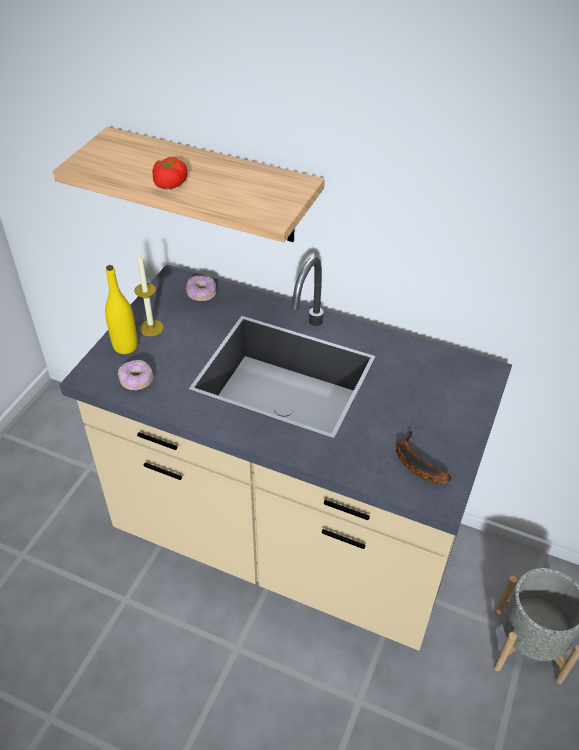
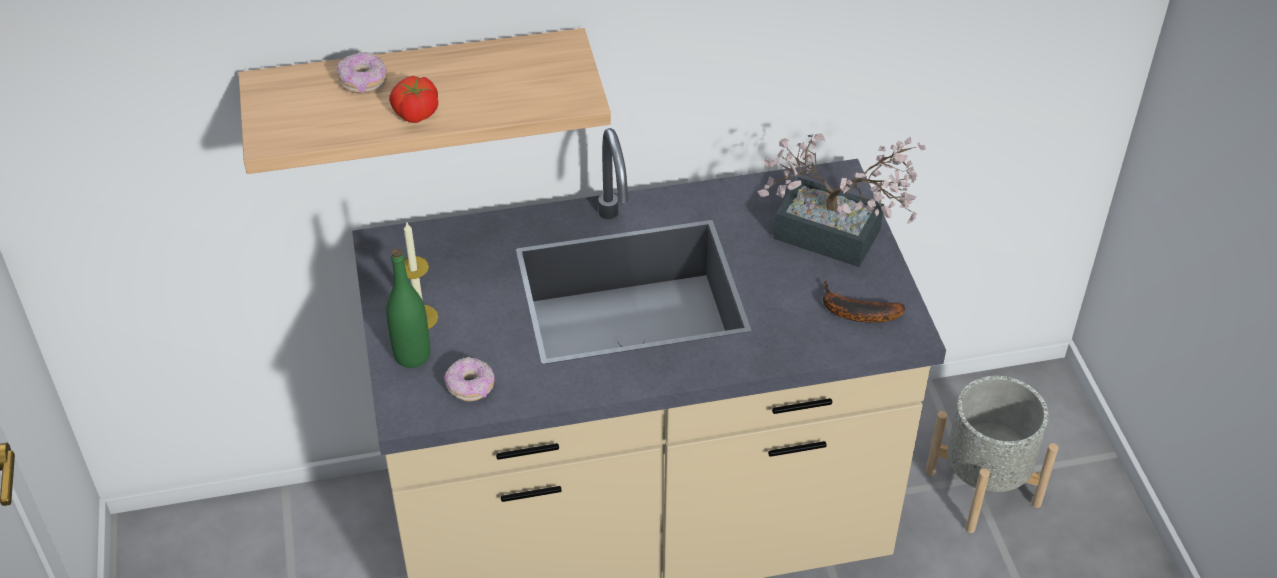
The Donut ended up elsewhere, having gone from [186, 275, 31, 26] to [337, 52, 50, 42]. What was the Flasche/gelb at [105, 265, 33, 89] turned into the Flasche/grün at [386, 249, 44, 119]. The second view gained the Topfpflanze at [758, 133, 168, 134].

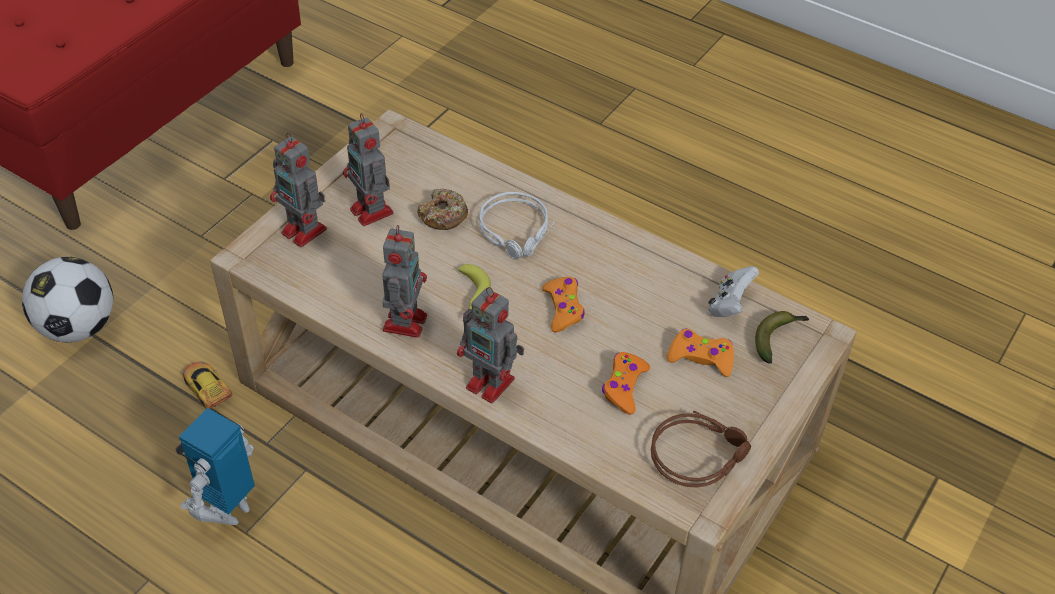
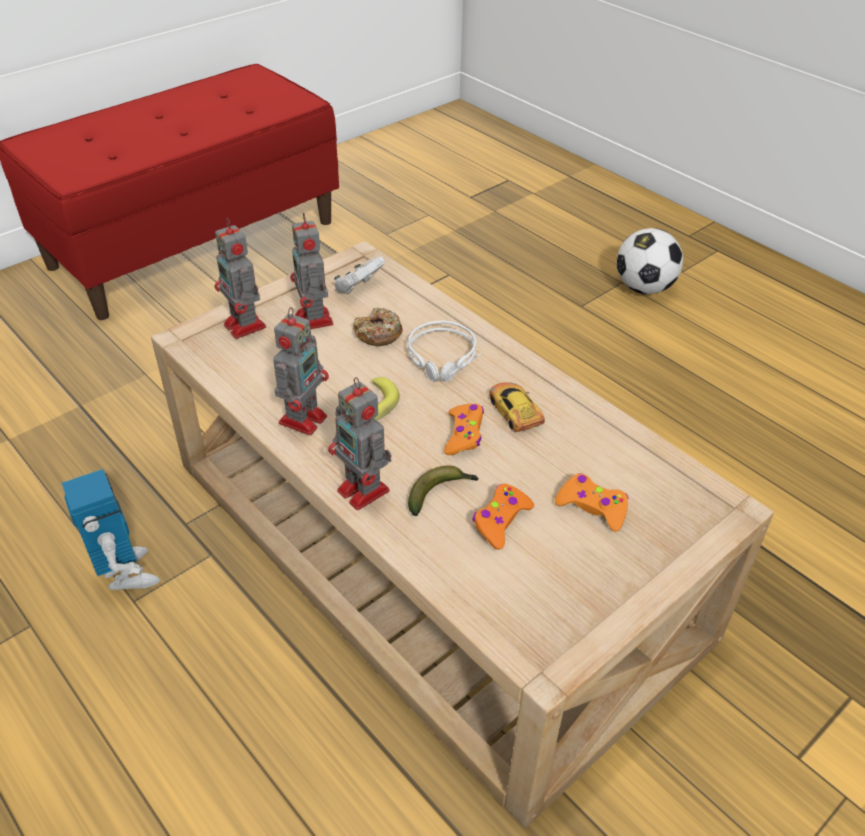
The Spielzeugroboter at [176, 408, 79, 117] ended up facing another way, 105 degrees clockwise from before. The Gamepad/weiß ended up elsewhere, having gone from [708, 266, 51, 51] to [334, 256, 51, 38]. The Banane ended up elsewhere, having gone from [755, 311, 54, 53] to [408, 466, 71, 50]. The Spielzeugauto ended up elsewhere, having gone from [183, 362, 49, 47] to [489, 382, 56, 50]. The Fußball ended up elsewhere, having gone from [22, 257, 92, 86] to [617, 228, 66, 66]. The second view lost the Kopfhörer/braun at [651, 411, 100, 76].

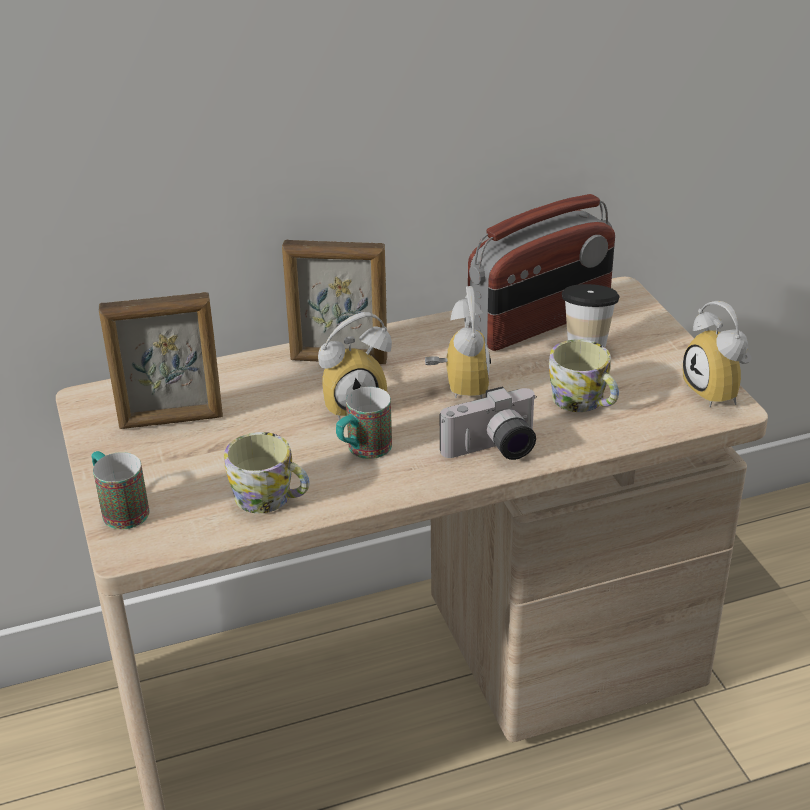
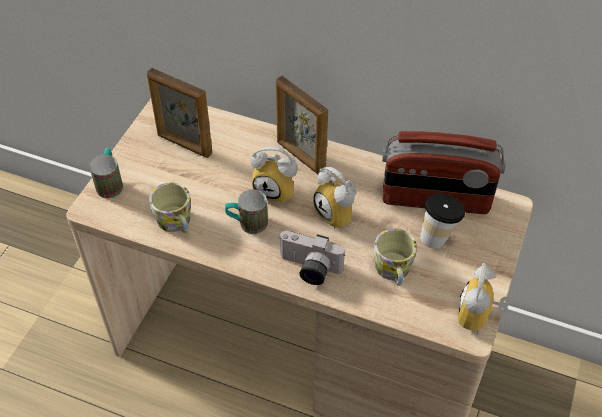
The Wecker at [425, 286, 66, 113] ended up facing another way, 105 degrees clockwise from before.

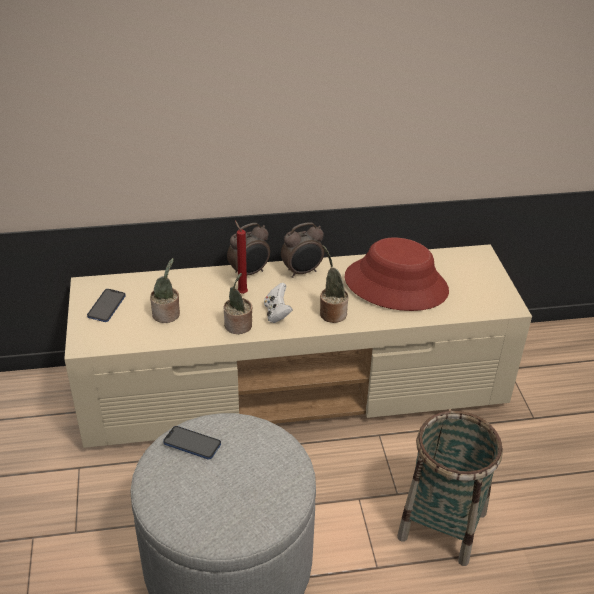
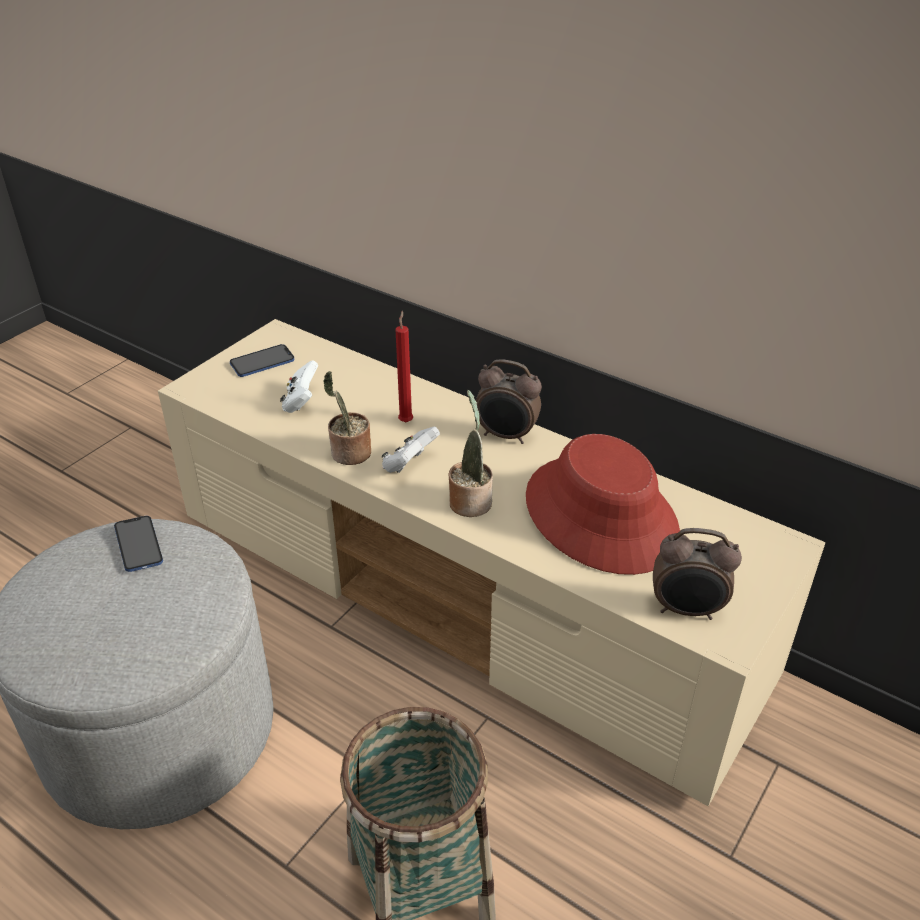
Where the Topfpflanze stood at [150, 258, 30, 65], the Gamepad/weiß came to stand at [280, 360, 38, 53]. The Wecker ended up elsewhere, having gone from [227, 223, 43, 52] to [653, 528, 89, 92].

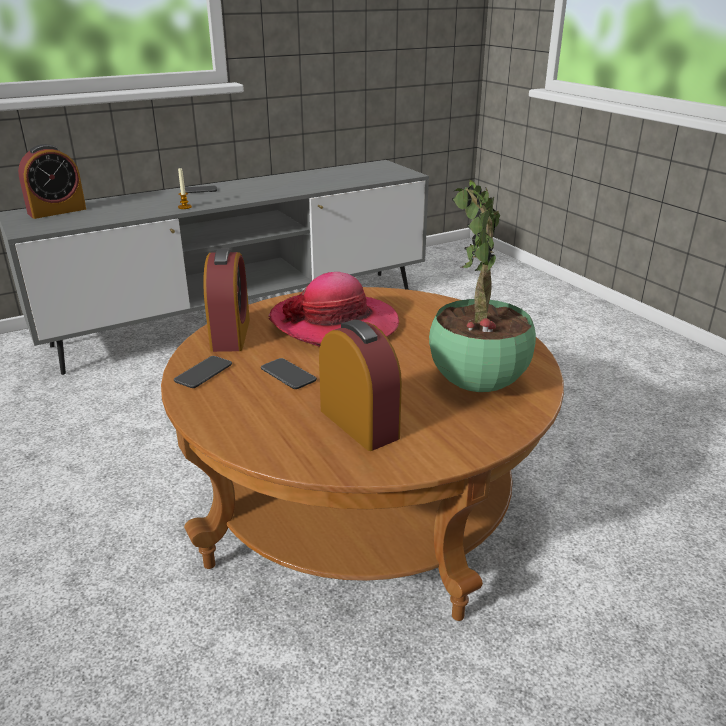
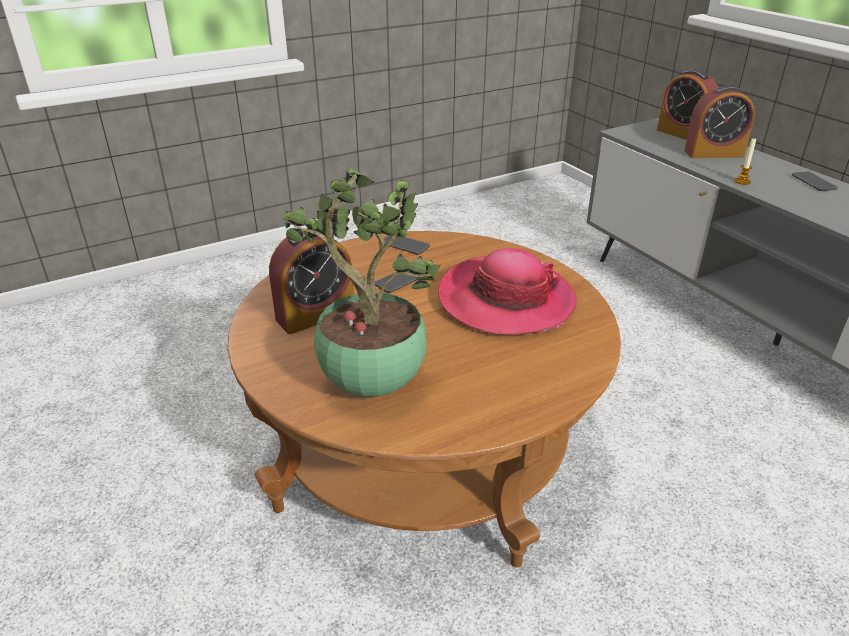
The Wecker ended up elsewhere, having gone from [203, 248, 47, 104] to [684, 85, 71, 73].

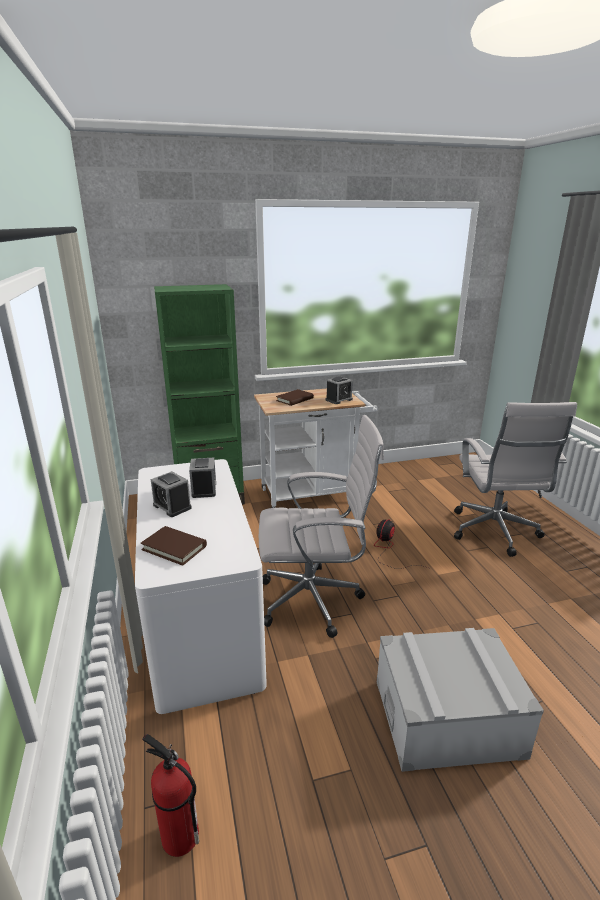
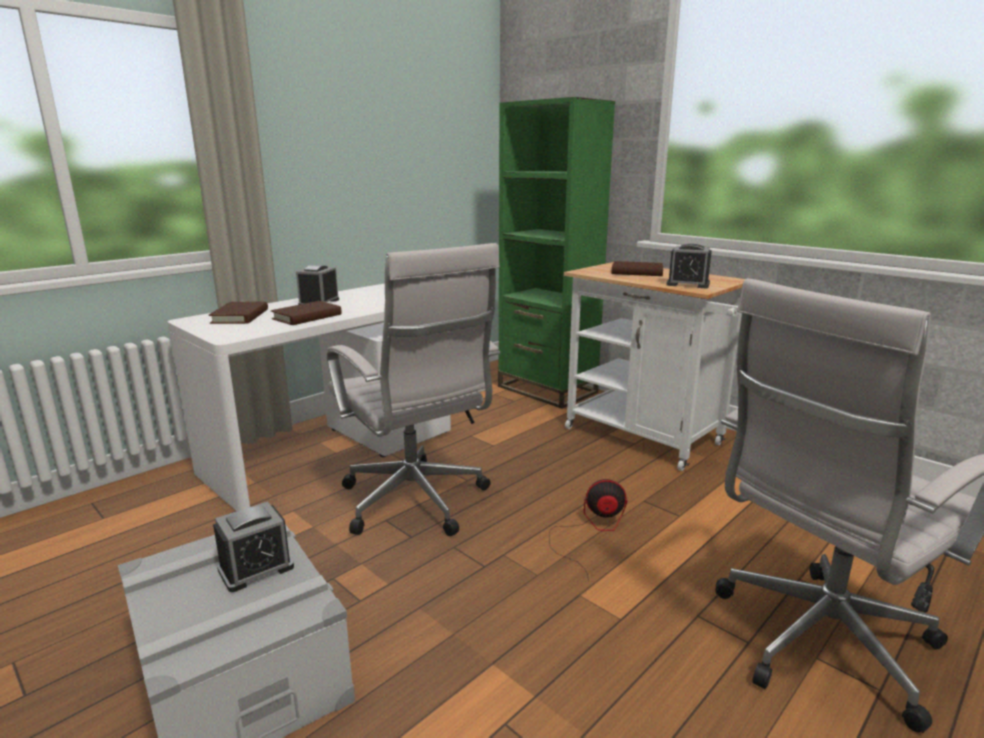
The Wecker ended up elsewhere, having gone from [189, 458, 27, 40] to [213, 501, 81, 91]. The second view gained the Buch/braun at [271, 301, 71, 24]. The second view lost the Feuerlöscher at [142, 734, 57, 123].

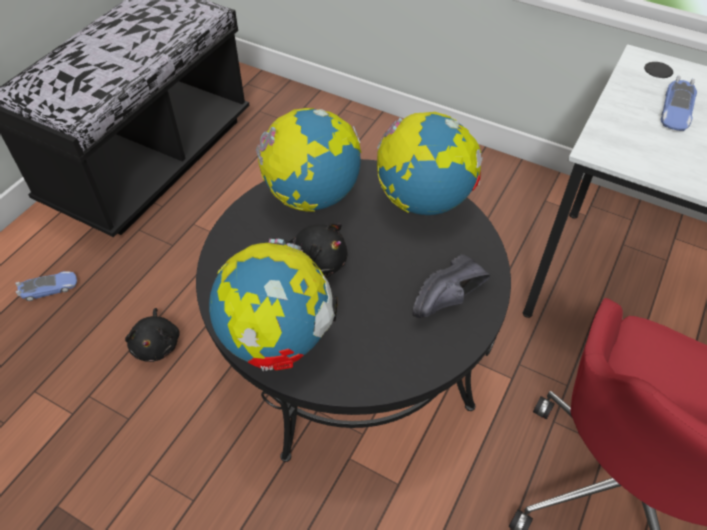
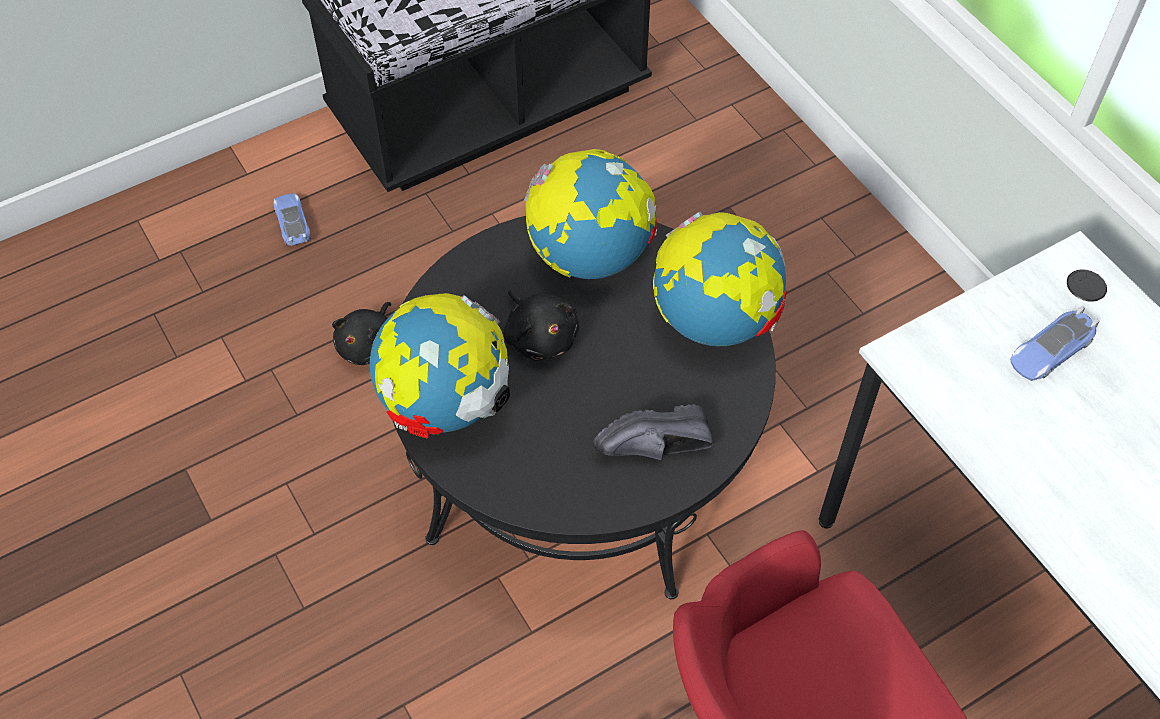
The Spielzeugauto at [16, 271, 61, 30] ended up facing another way, 120 degrees counterclockwise from before.

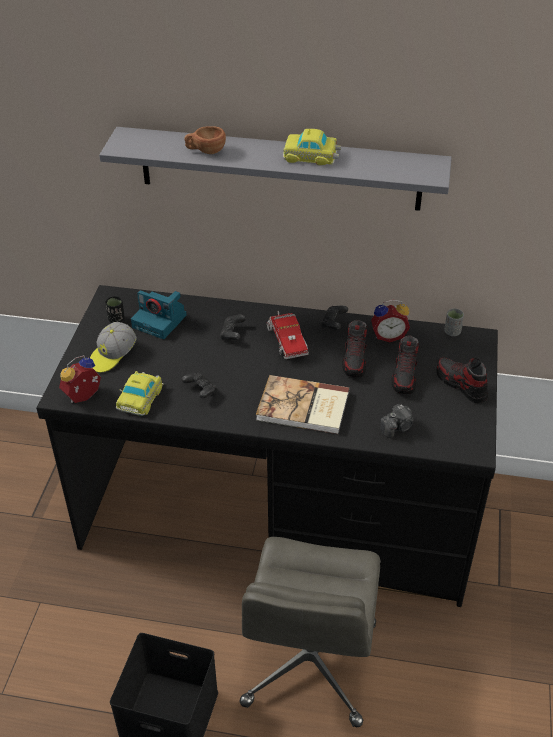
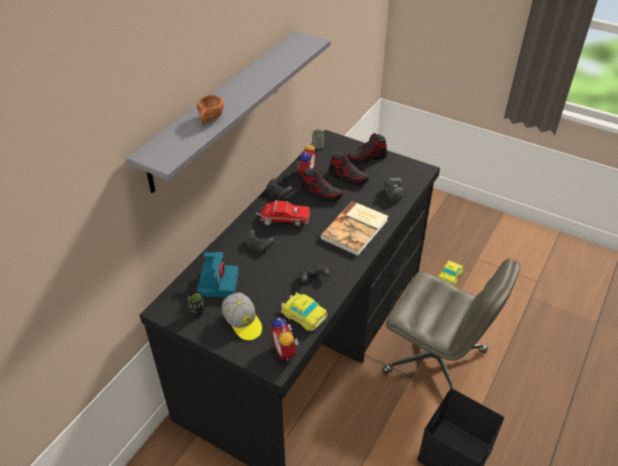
The Kamera at [131, 291, 56, 48] ended up facing another way, 45 degrees counterclockwise from before. The Spielzeugauto ended up elsewhere, having gone from [283, 129, 58, 36] to [438, 260, 25, 26].

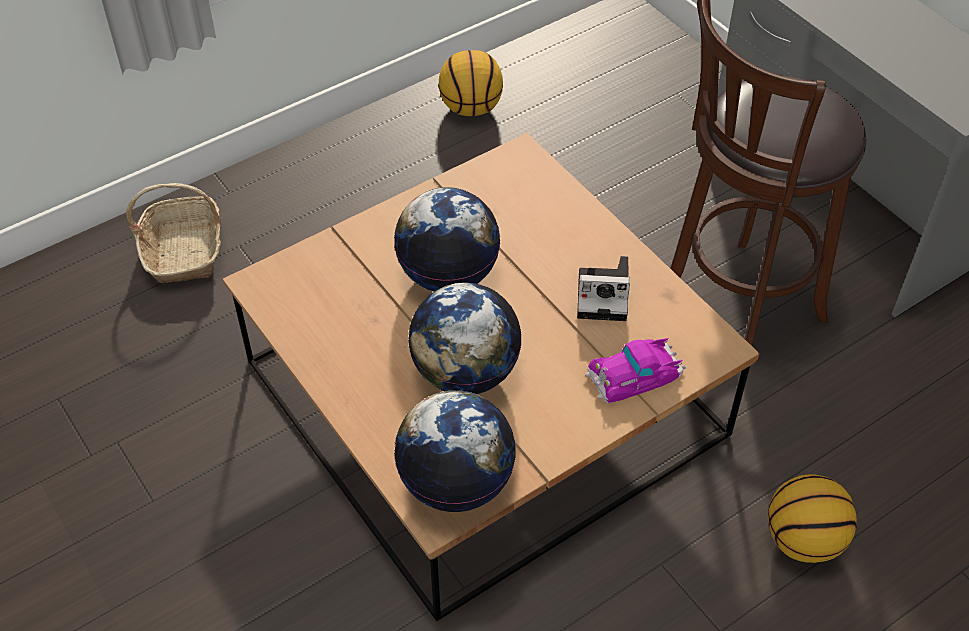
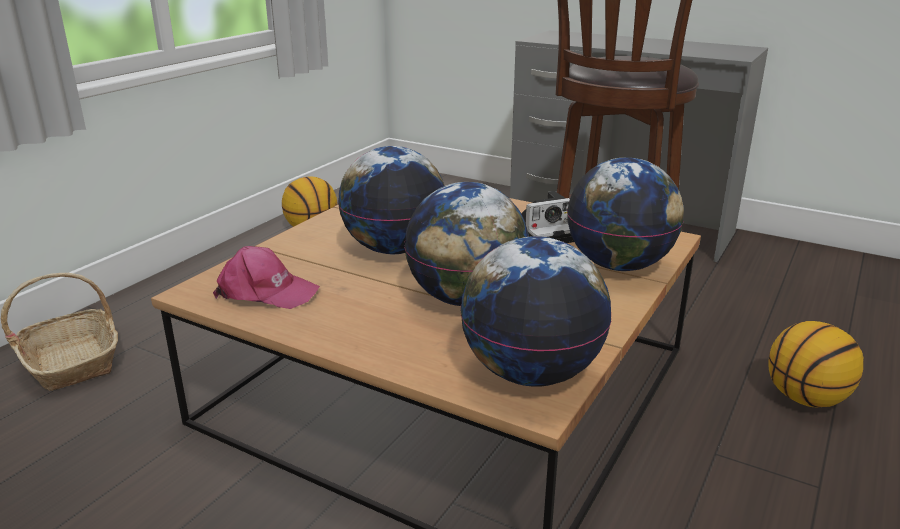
The second view gained the Kappe/rosa at [213, 246, 107, 63]. Where the Spielzeugauto stood at [585, 338, 101, 65], the Globus came to stand at [567, 158, 117, 113].

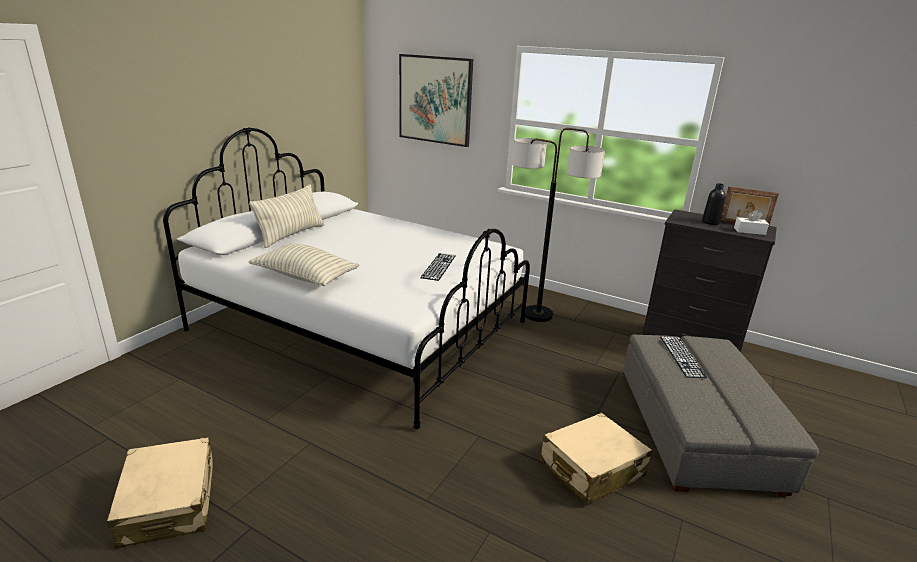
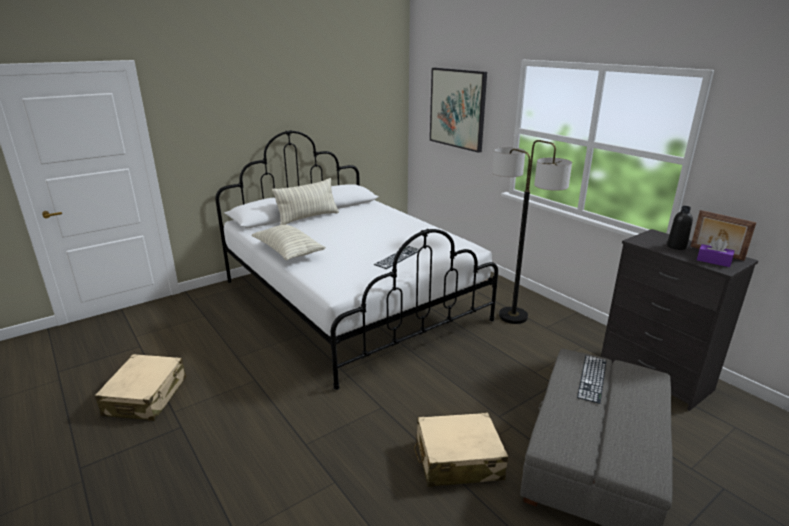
What was the Taschentuchbox/weiß at [734, 210, 35, 25] turned into the Taschentuchbox/lila at [697, 238, 37, 29].

